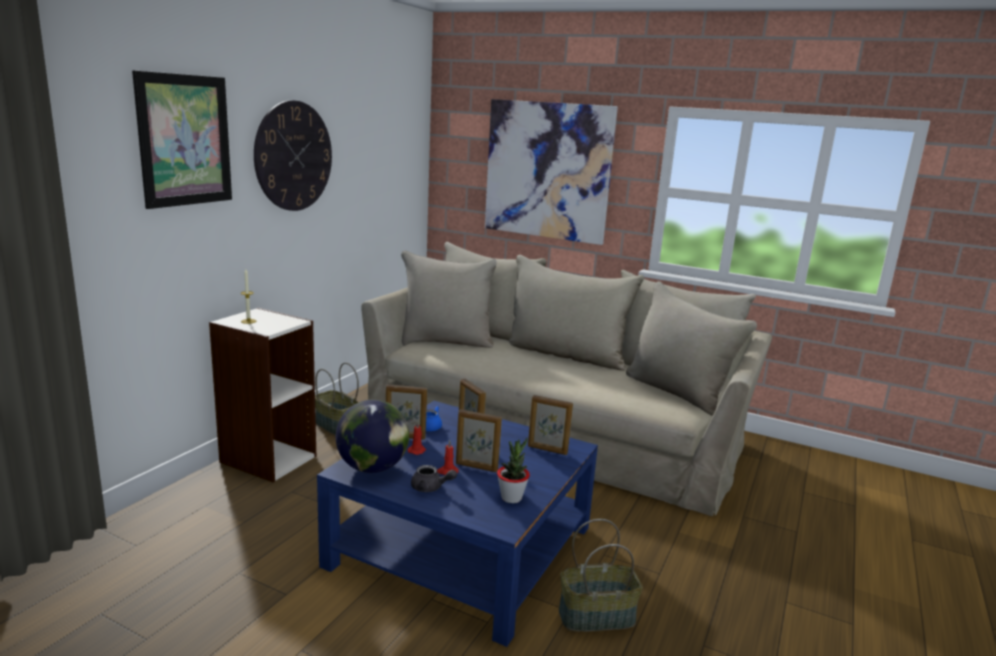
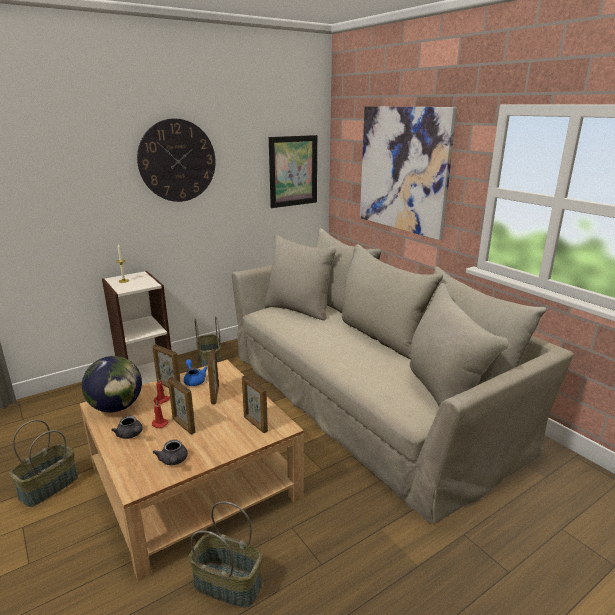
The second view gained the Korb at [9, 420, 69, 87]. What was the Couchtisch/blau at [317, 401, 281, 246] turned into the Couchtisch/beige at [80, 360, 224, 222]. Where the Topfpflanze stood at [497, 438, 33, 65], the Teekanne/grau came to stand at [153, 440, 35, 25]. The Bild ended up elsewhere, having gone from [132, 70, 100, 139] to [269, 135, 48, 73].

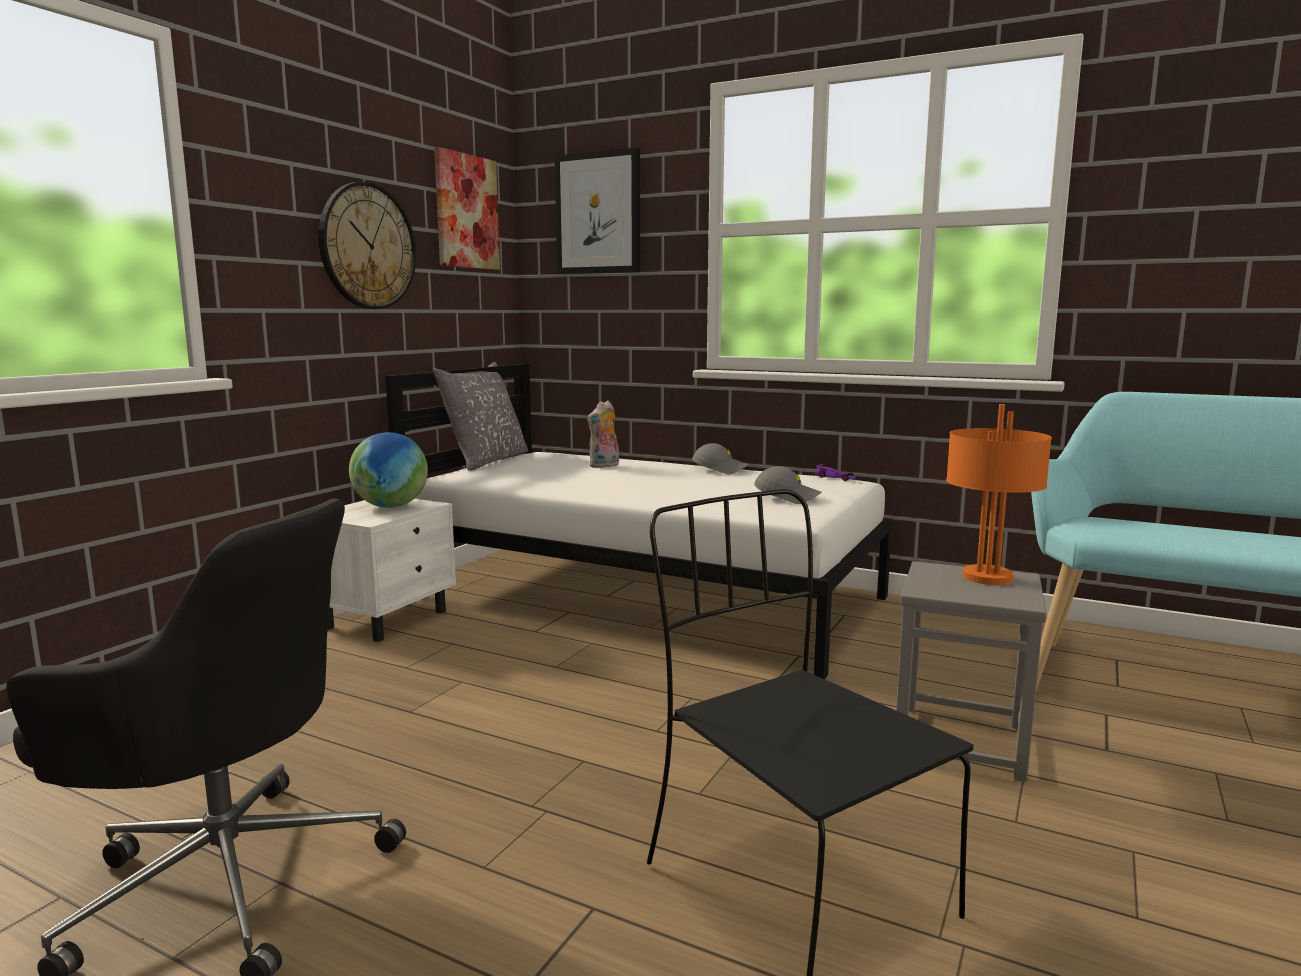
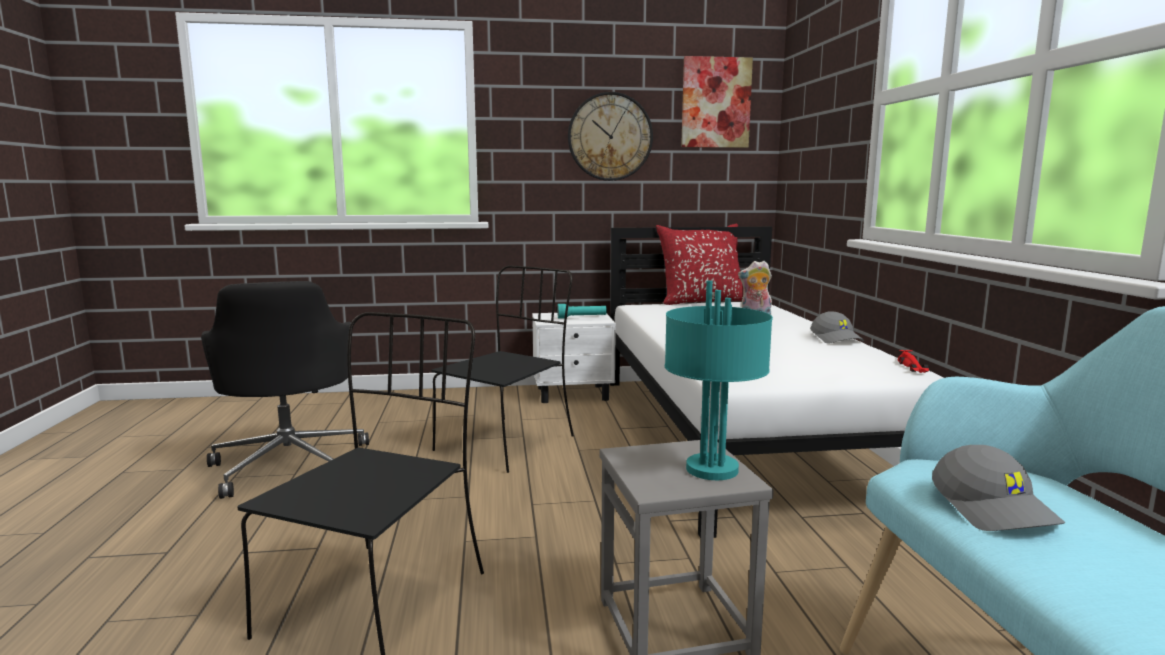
The second view gained the Stuhl/schwarz at [431, 265, 143, 208]. Where the Globus stood at [349, 432, 79, 76], the Taschenlampe/türkis came to stand at [557, 304, 50, 15]. What was the Kissen/grau at [433, 362, 95, 109] turned into the Kissen/rot at [656, 224, 87, 81]. What was the Tischlampe/orange at [946, 404, 106, 181] turned into the Tischlampe/türkis at [665, 281, 108, 199]. What was the Spielzeugauto/lila at [815, 464, 41, 17] turned into the Spielzeugauto/rot at [897, 350, 32, 23]. The Kappe/grau ended up elsewhere, having gone from [754, 466, 67, 38] to [932, 445, 134, 86]. The second view lost the Bild at [555, 147, 85, 127].

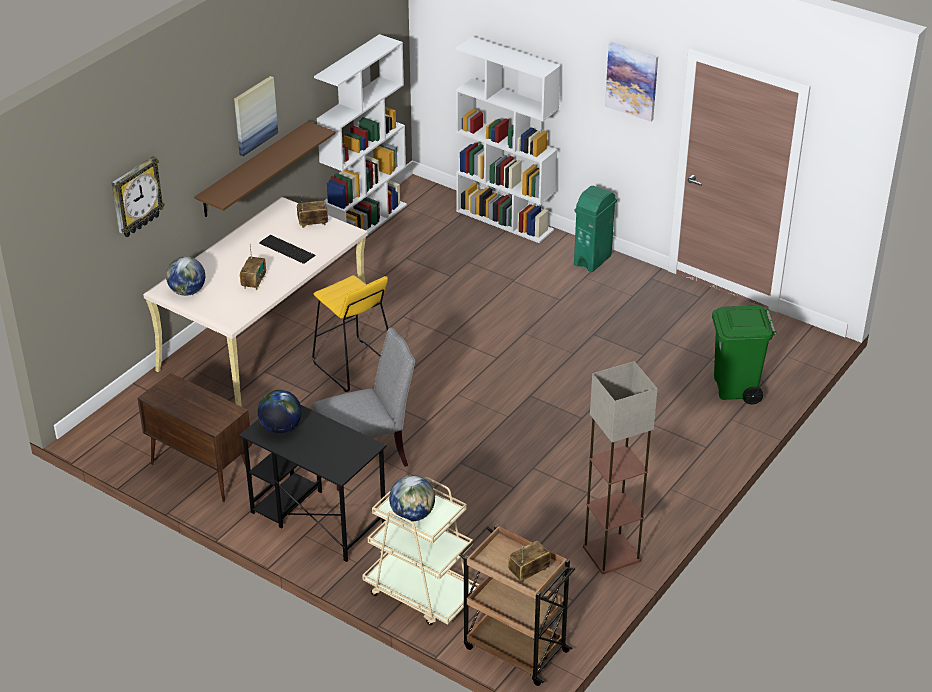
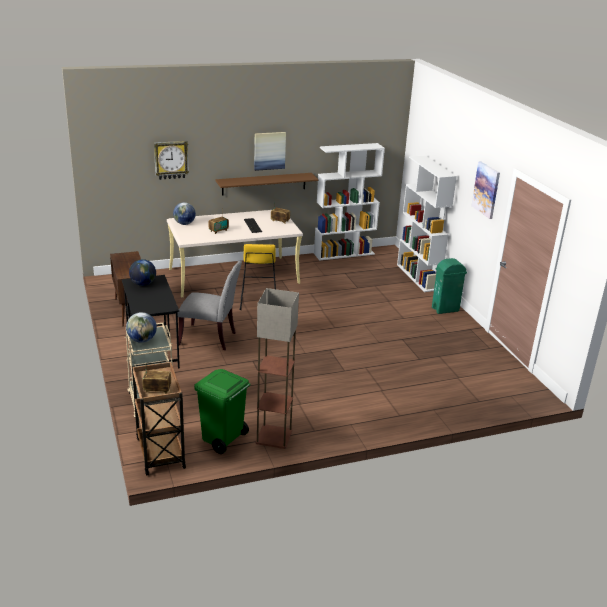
The Mülleimer/grün ended up elsewhere, having gone from [712, 306, 64, 98] to [194, 369, 57, 85].

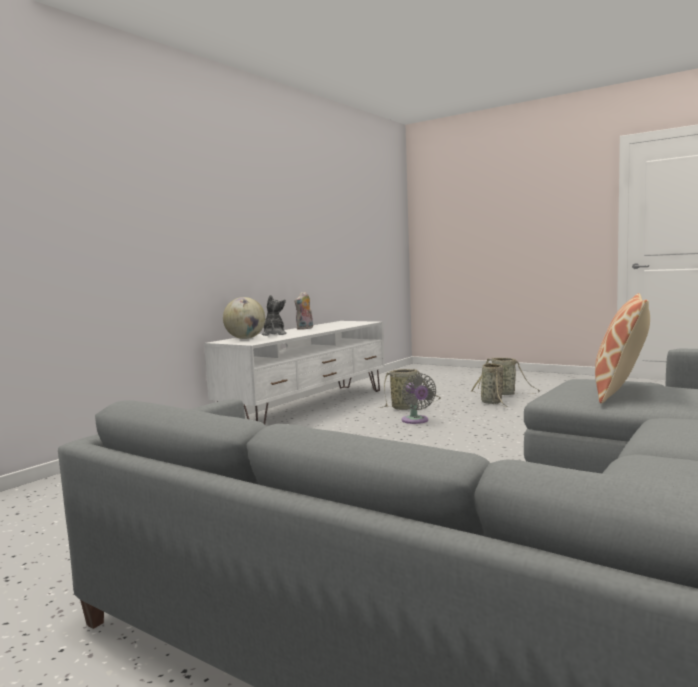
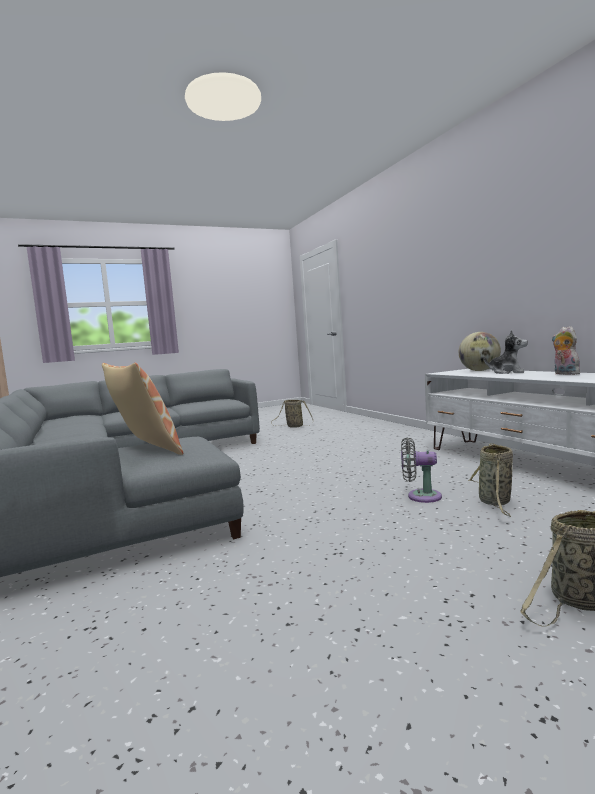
The Korb ended up elsewhere, having gone from [470, 363, 36, 44] to [271, 400, 42, 28].

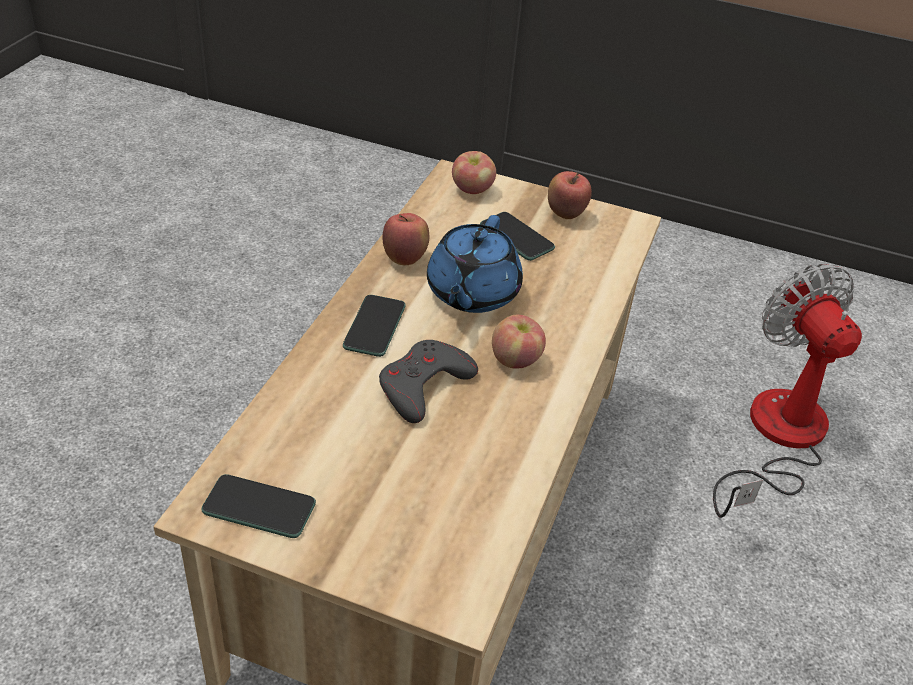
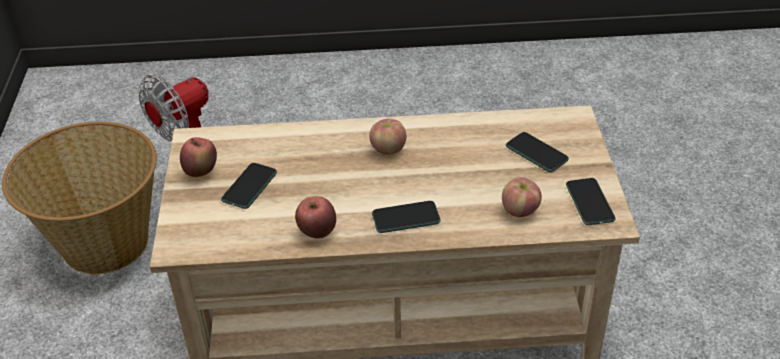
The second view gained the Korb at [2, 121, 155, 153]. The Apfel ended up elsewhere, having gone from [452, 151, 44, 43] to [502, 177, 40, 40]. The second view gained the Handy at [506, 132, 63, 40]. The second view lost the Gamepad/grau at [379, 340, 99, 83]. The second view lost the Teekanne/blau at [427, 215, 96, 98].

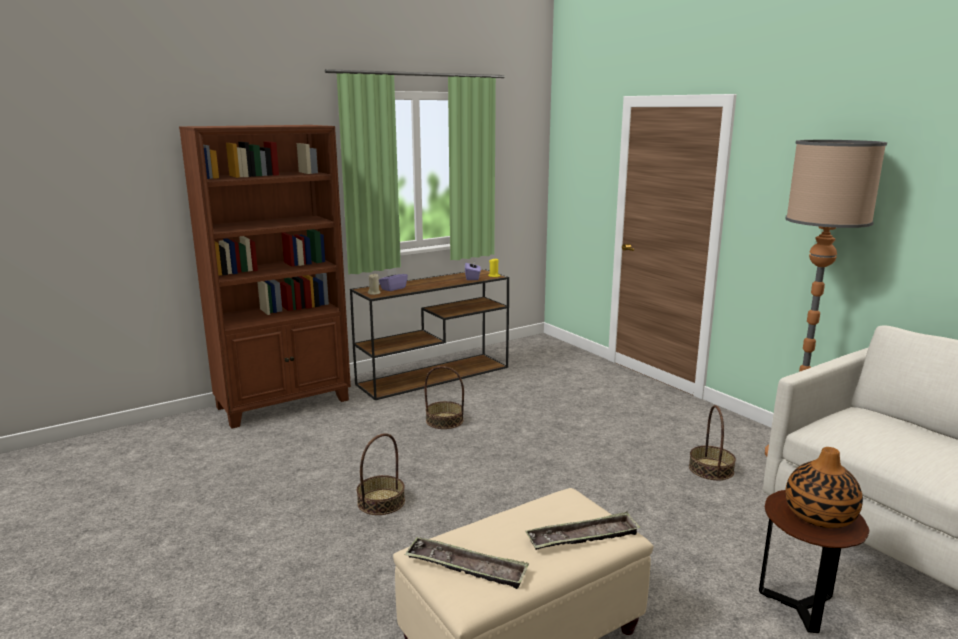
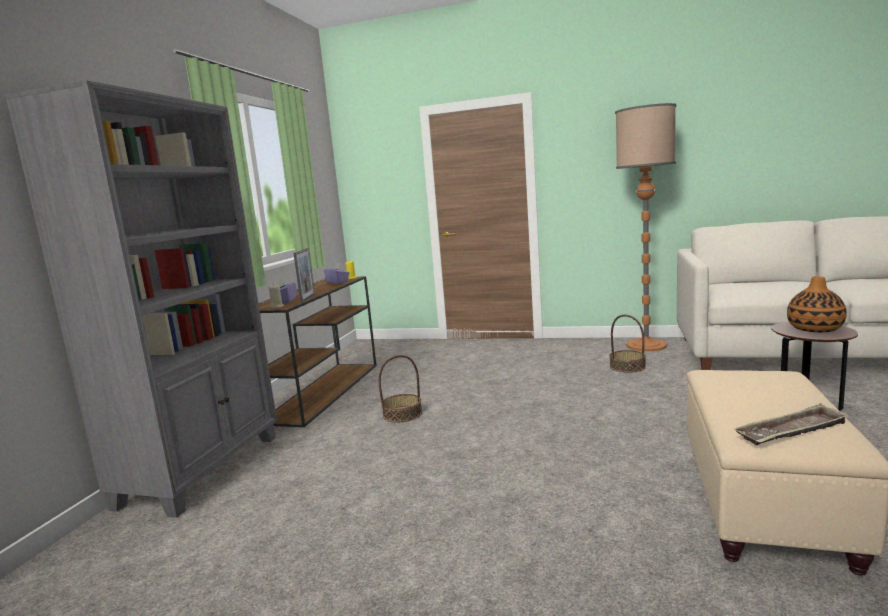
What was the Bücherregal/braun at [179, 125, 172, 304] turned into the Bücherregal/grau at [5, 80, 272, 438]. The second view gained the Bilderrahmen at [294, 248, 21, 54]. The second view lost the Korb at [357, 433, 48, 82]. The second view lost the Tablett at [525, 511, 116, 39].

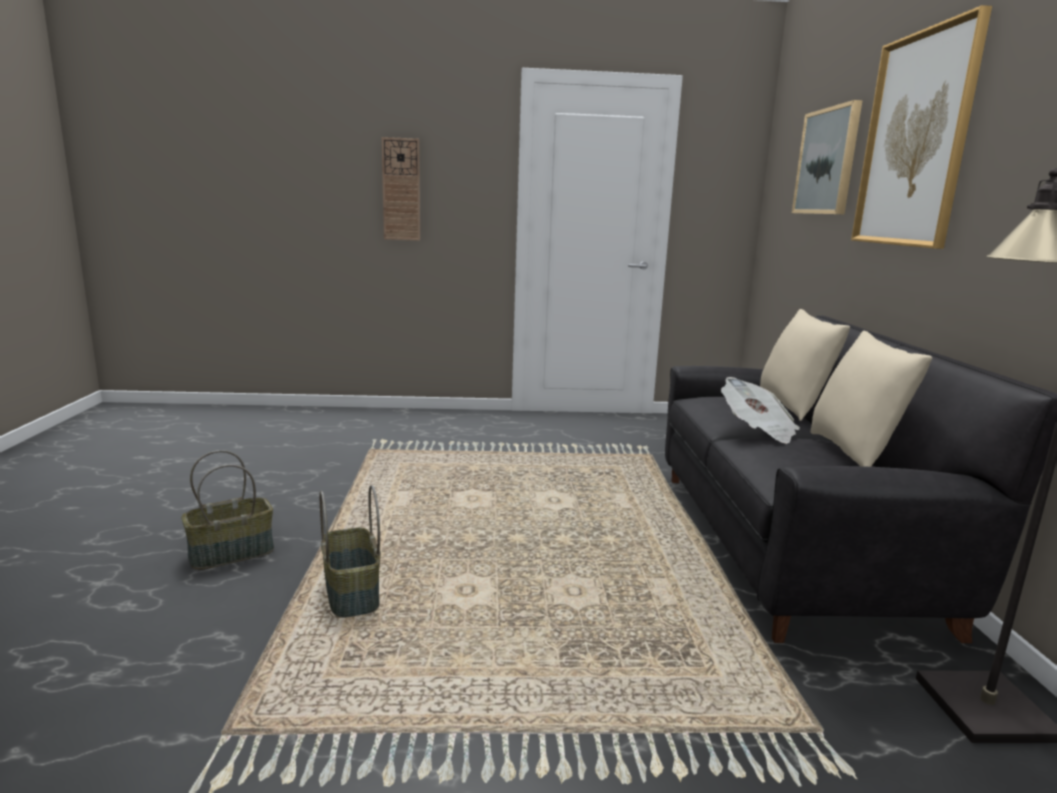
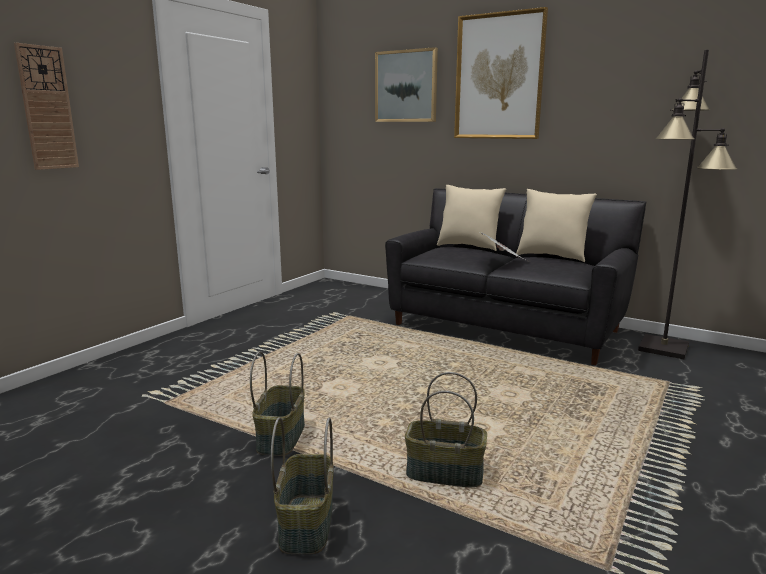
The second view gained the Korb at [250, 351, 55, 105].

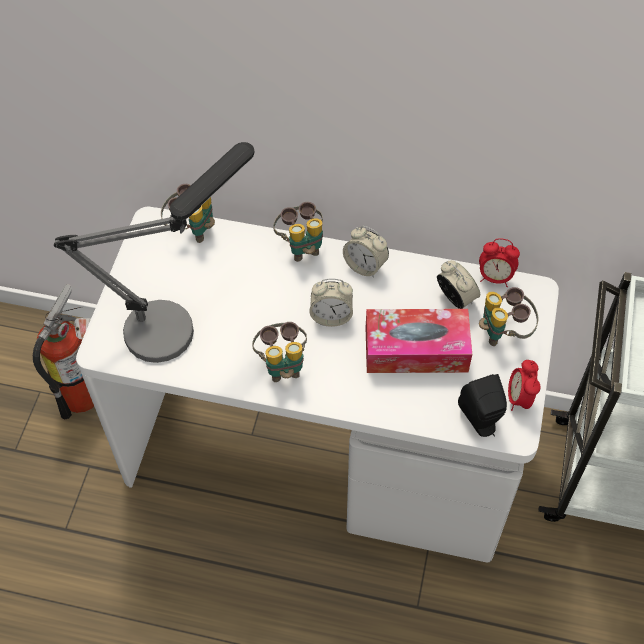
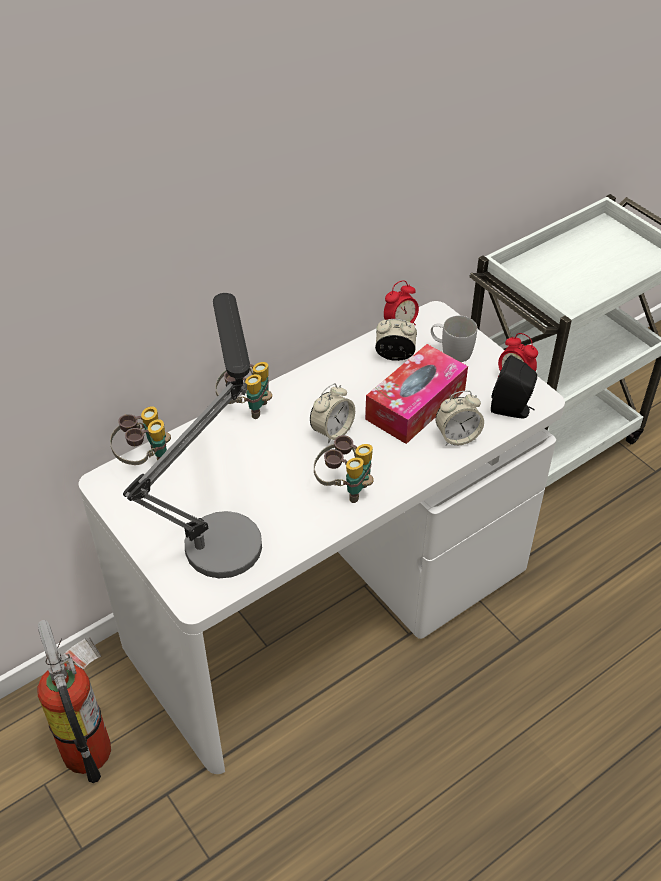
Where the Fernglas stood at [479, 287, 59, 59], the Henkelbecher/weiß came to stand at [431, 316, 46, 46]. The Wecker ended up elsewhere, having gone from [343, 226, 46, 52] to [435, 391, 49, 54].

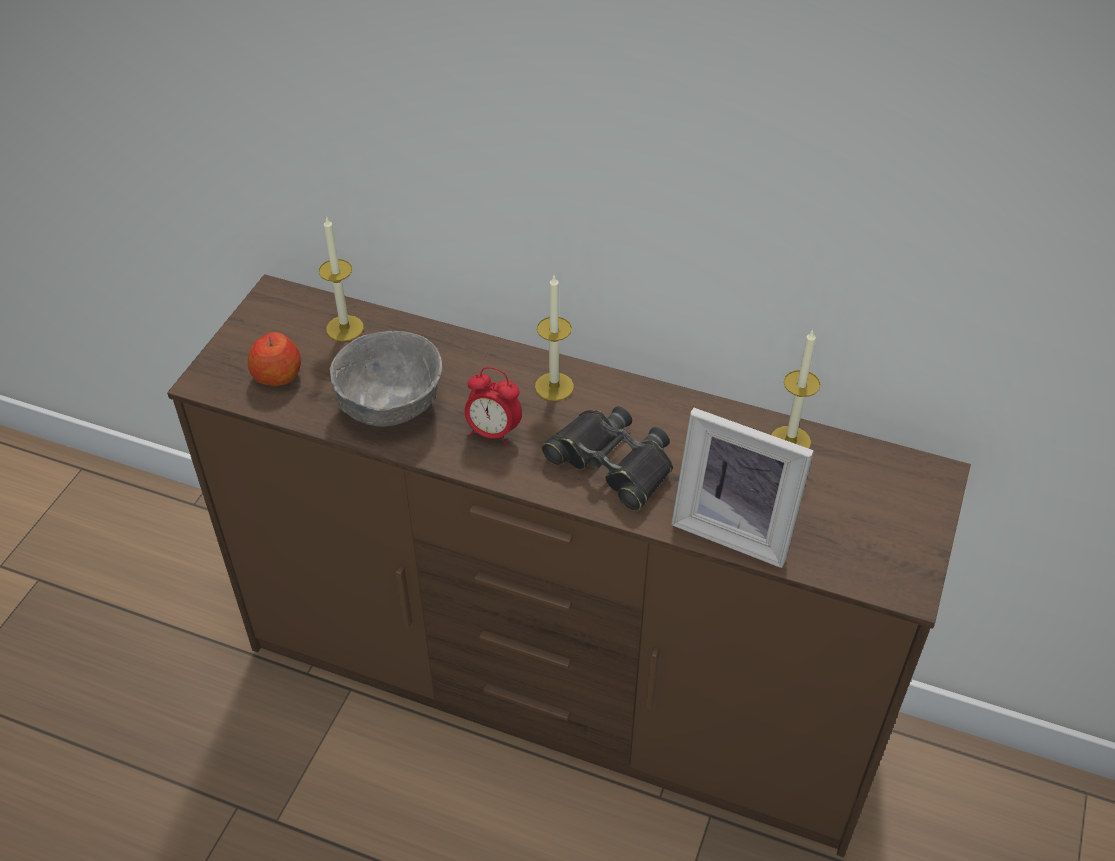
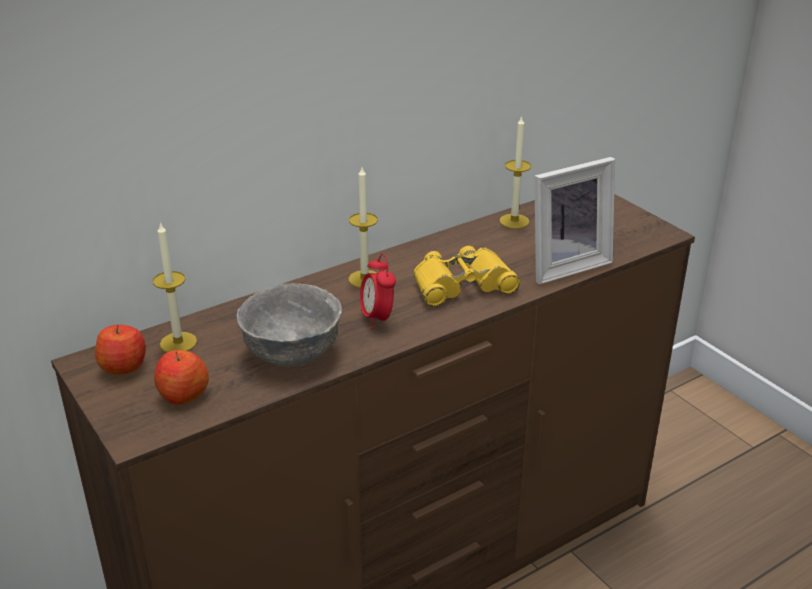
The second view gained the Apfel at [95, 324, 51, 51]. The Wecker at [465, 367, 57, 79] ended up facing another way, 105 degrees clockwise from before. What was the Fernglas/schwarz at [542, 406, 131, 105] turned into the Fernglas/gelb at [413, 246, 107, 61].

